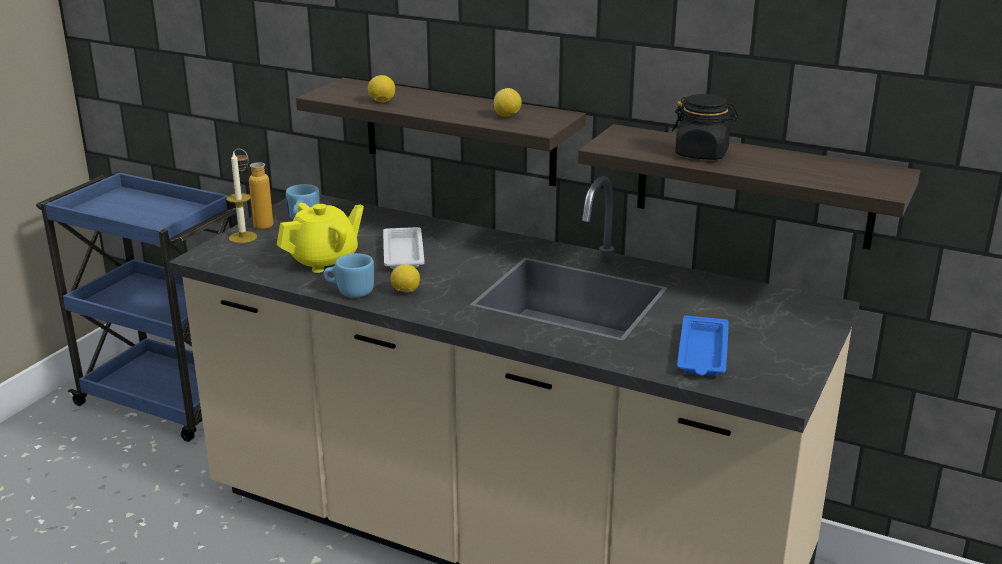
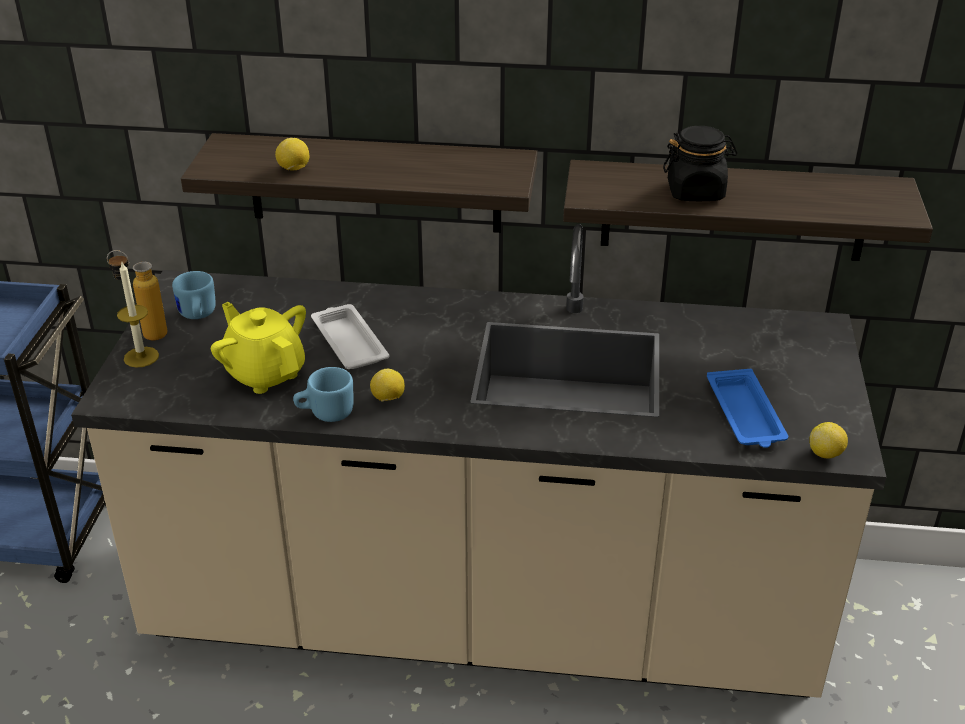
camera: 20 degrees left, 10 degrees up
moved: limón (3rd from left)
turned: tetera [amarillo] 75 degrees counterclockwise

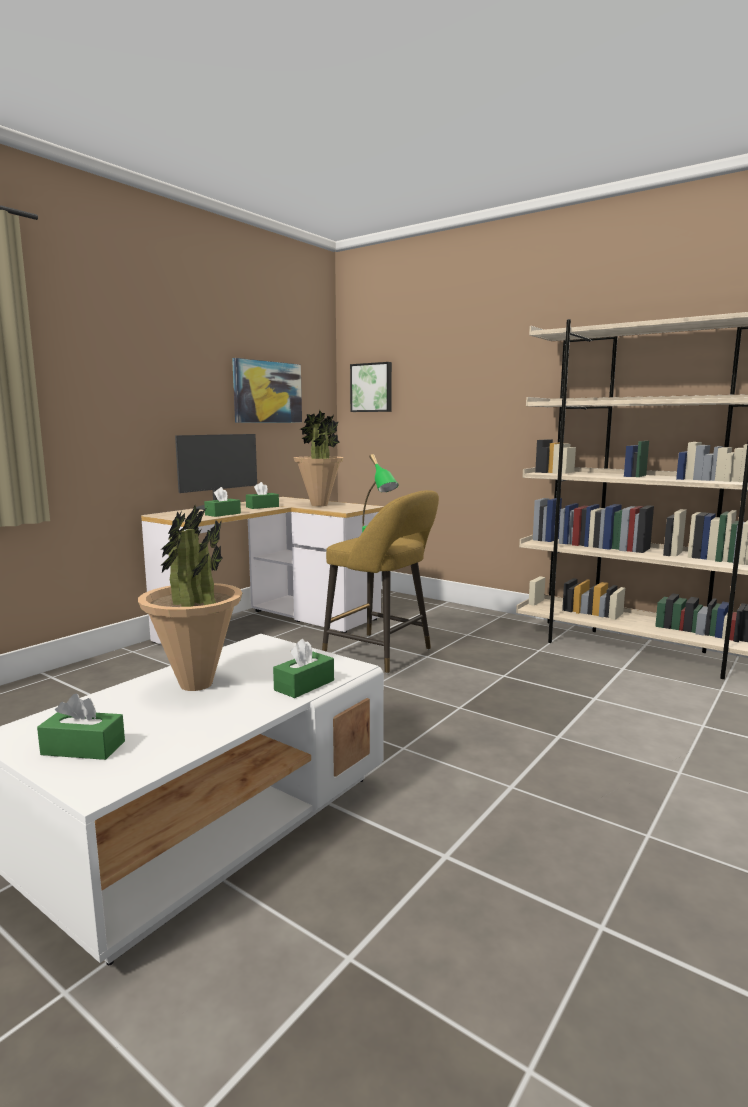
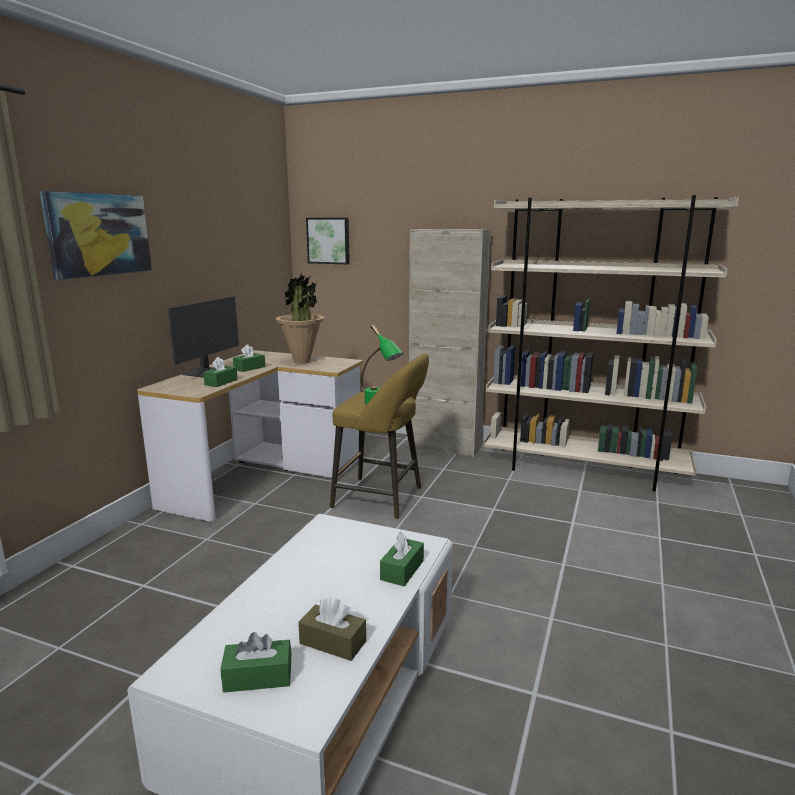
camera: 15 degrees left, 5 degrees up
removed: planta en maceta (1st from left)
added: caja de pañuelos [marrón]; armario [beis]
moved: cuadro (1st from left)

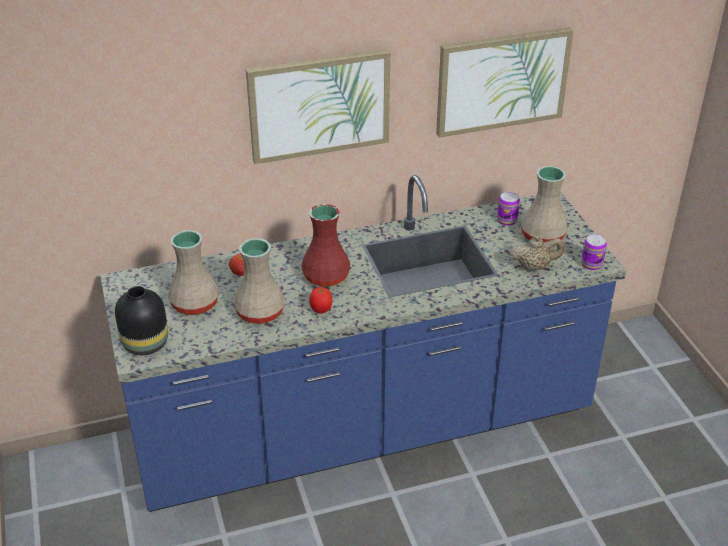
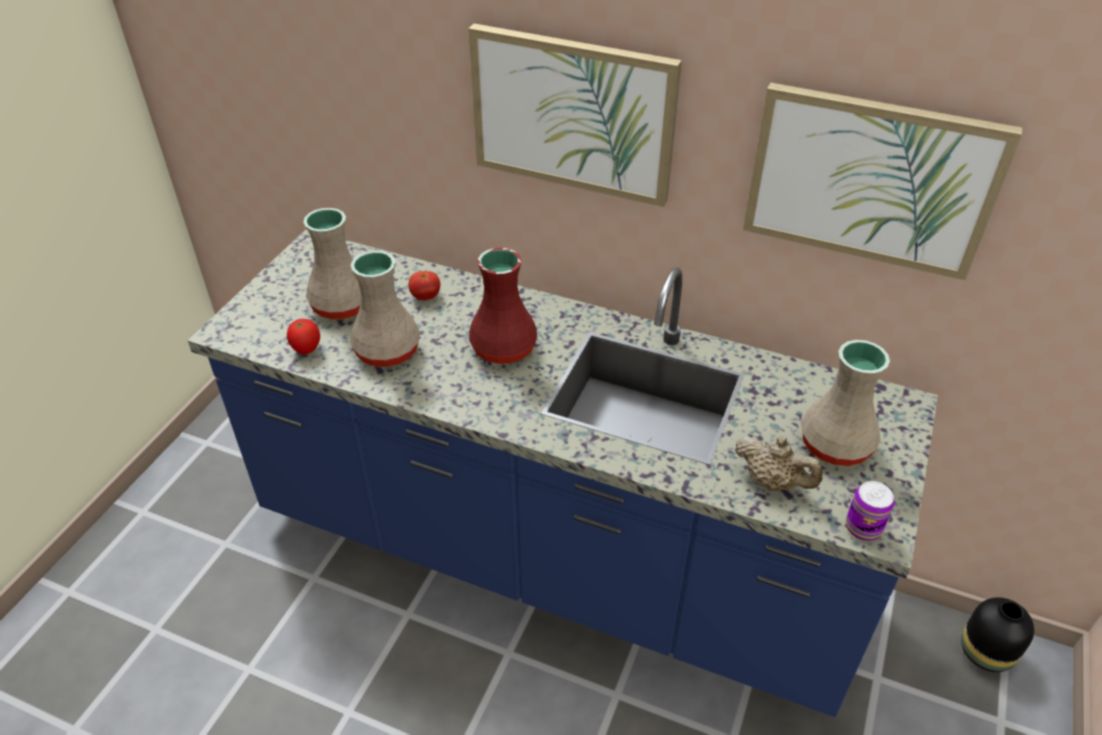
camera: 40 degrees right, 5 degrees up
removed: lata (1st from left)
moved: florero [negro]; tomate (2nd from left in the first image) to tomate (1st from left)

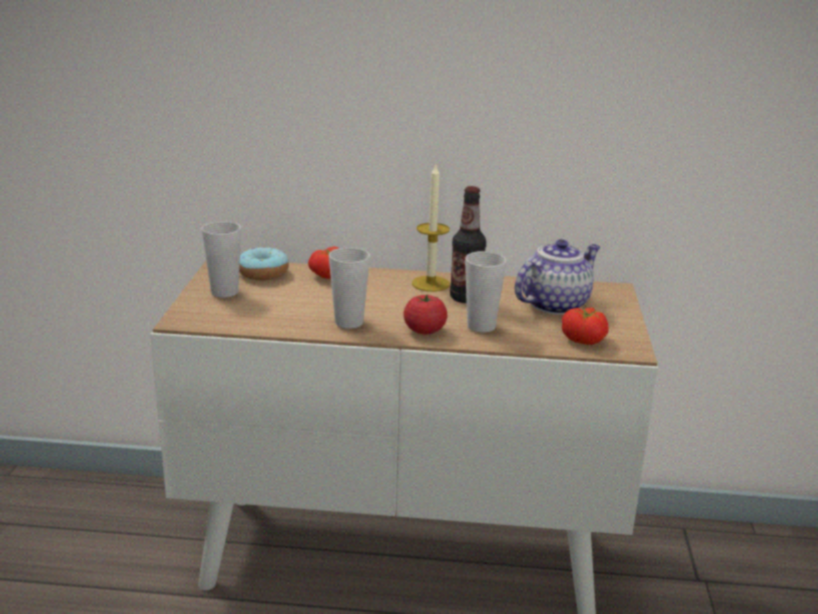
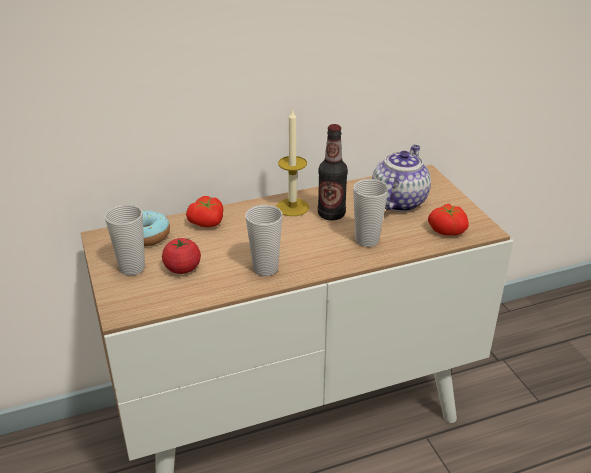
camera: 25 degrees left, 10 degrees up
moved: tomate (2nd from left in the first image) to tomate (1st from left)

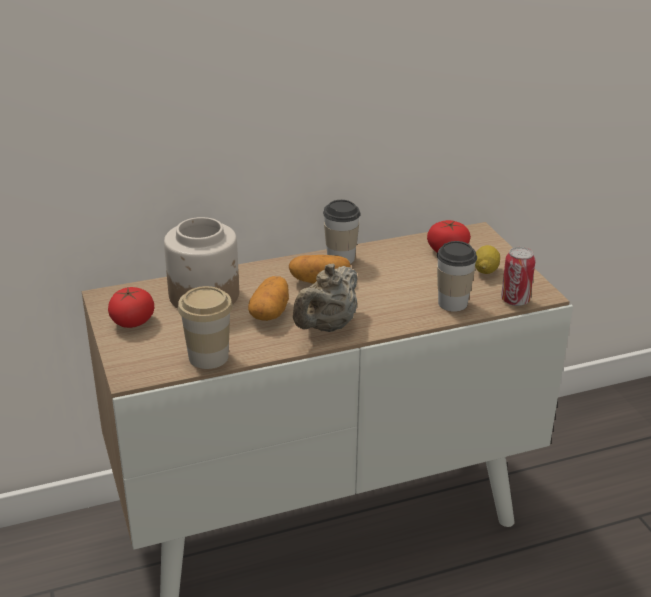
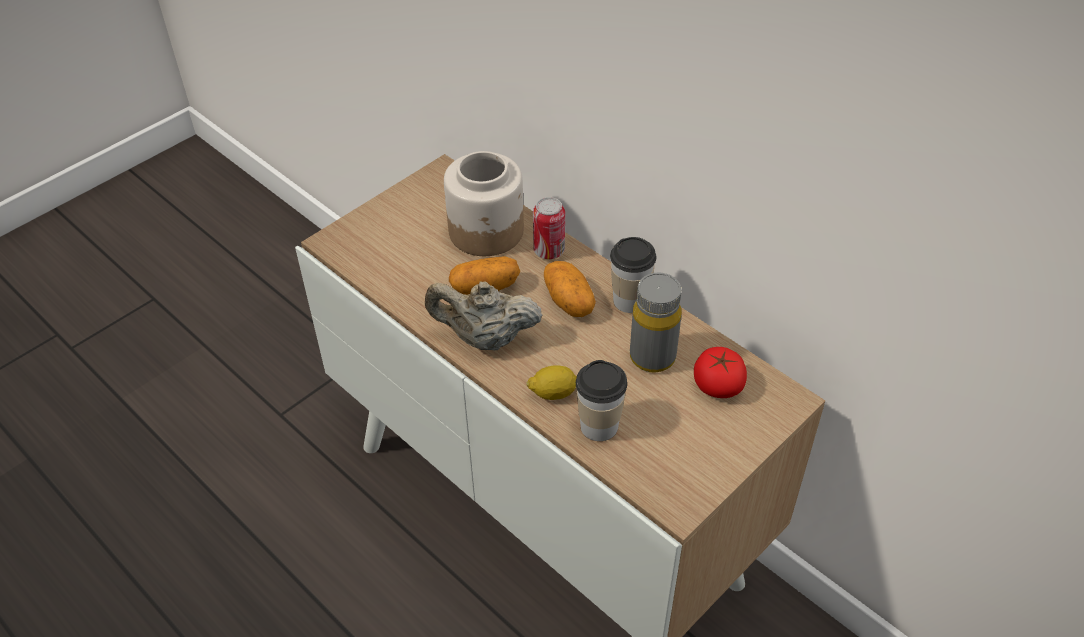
camera: 65 degrees right, 15 degrees up
removed: tomate (1st from left); taza (1st from left)
added: botella [gris]
moved: limón; lata

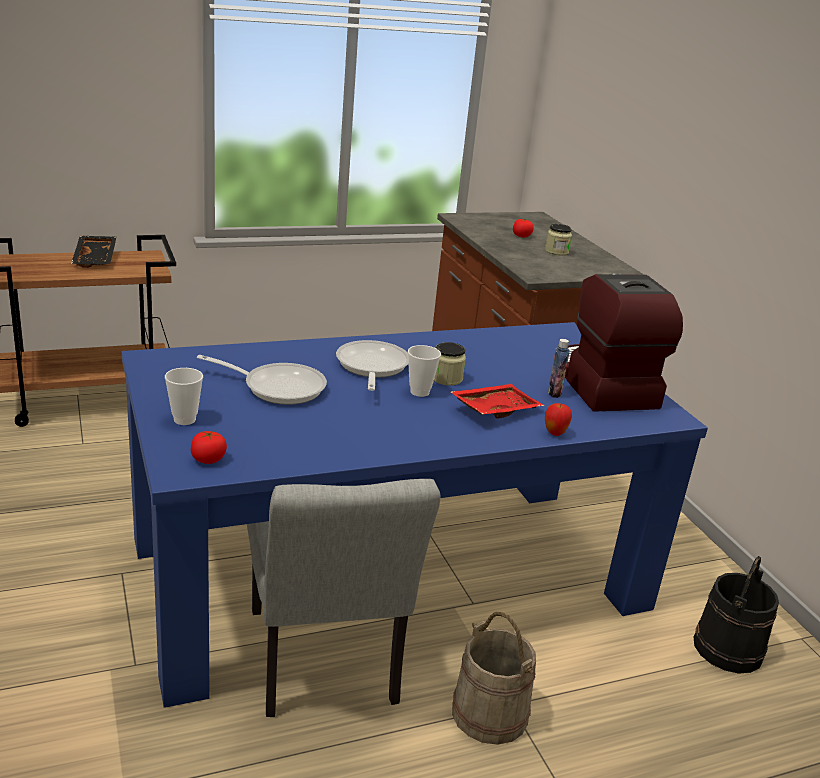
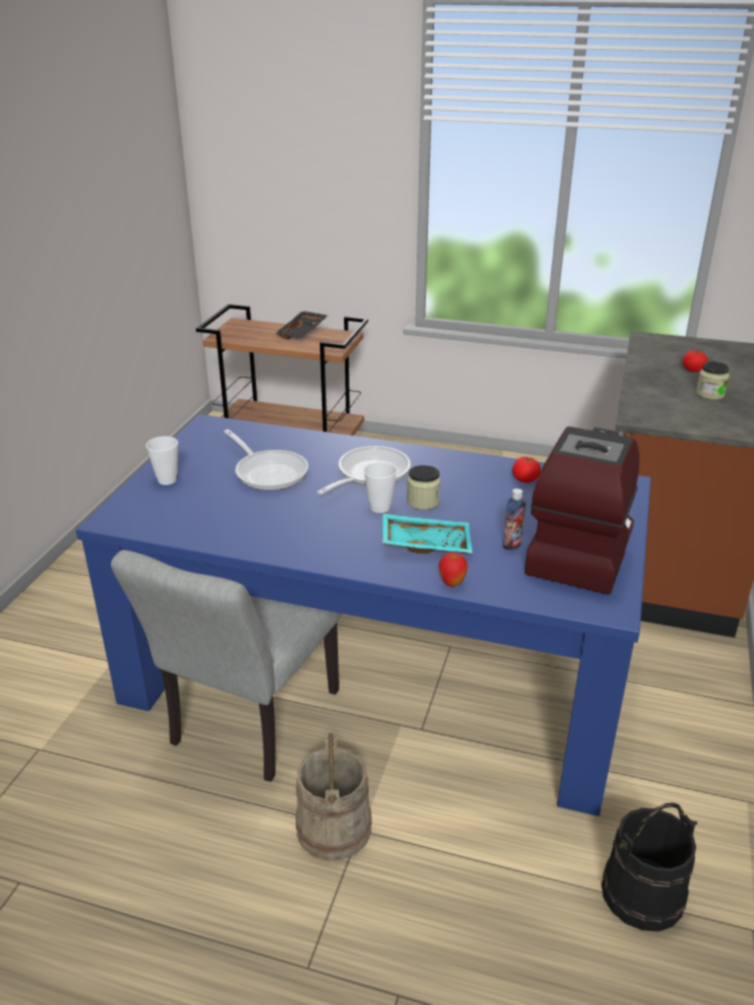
camera: 40 degrees right, 5 degrees up
moved: tomate (1st from left)
recoloured: bandeja [rojo] to bandeja [turquesa]

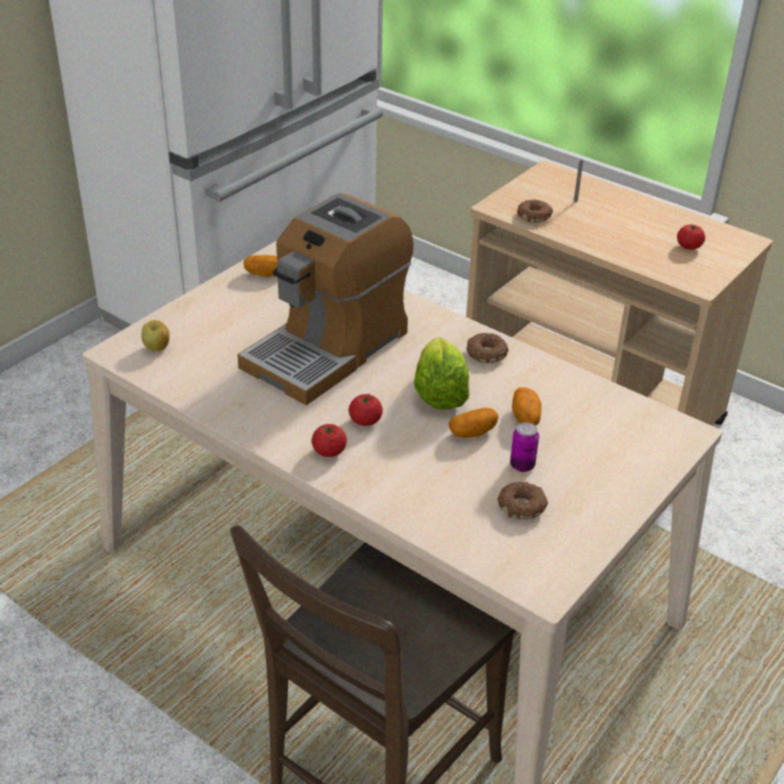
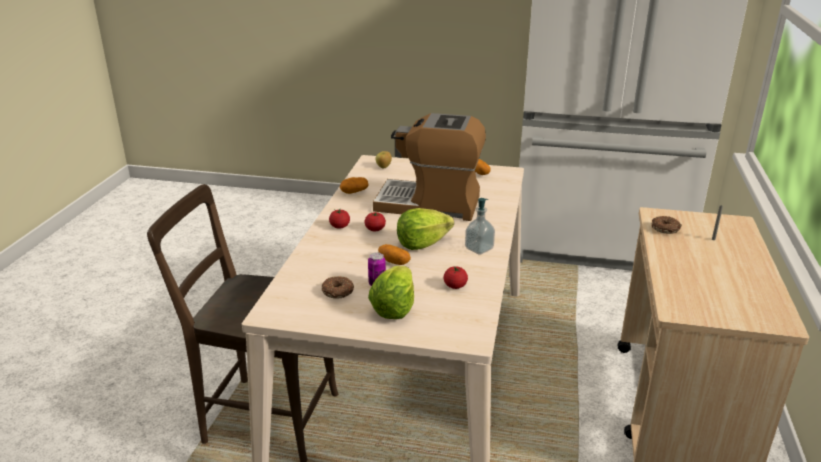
camera: 65 degrees right, 10 degrees down
added: lechuga (1st from left)
moved: patata (3rd from left in the first image) to patata (1st from left); tomate (3rd from left)
replaced: rosquilla (1st from left) to dispensador de jabón

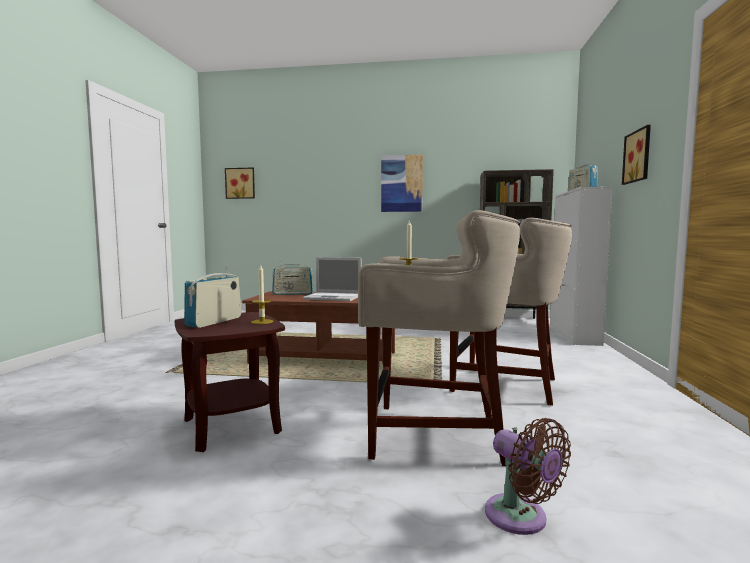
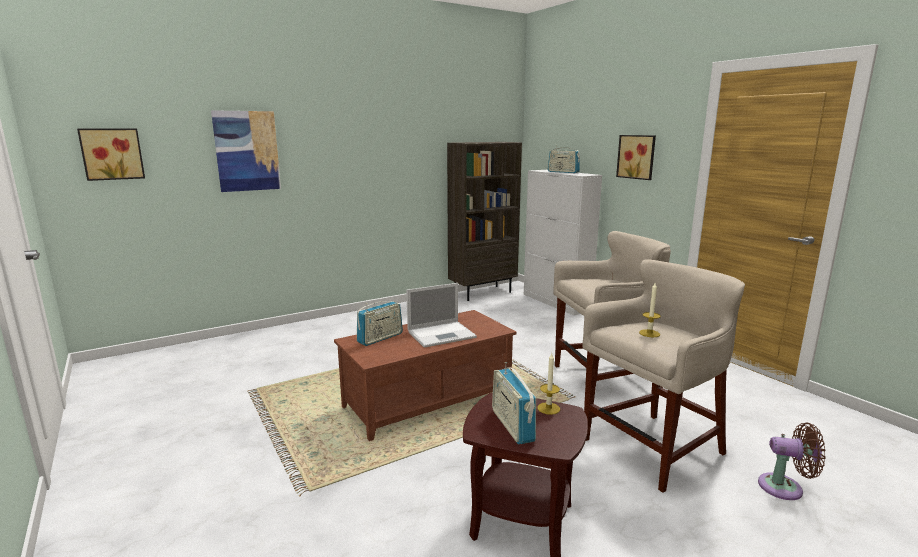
camera: 40 degrees left, 10 degrees up
moved: cuadro (2nd from left)

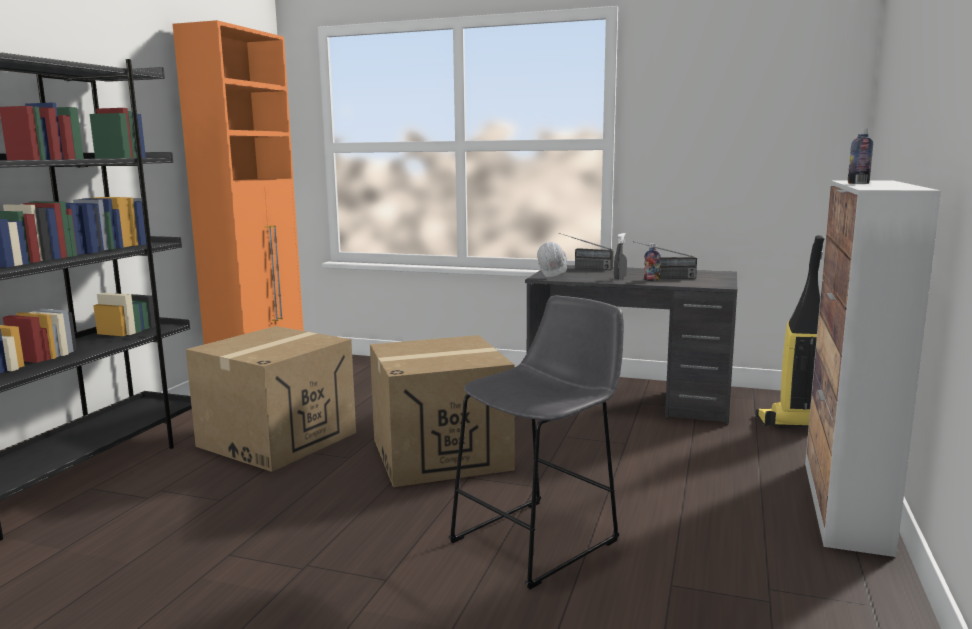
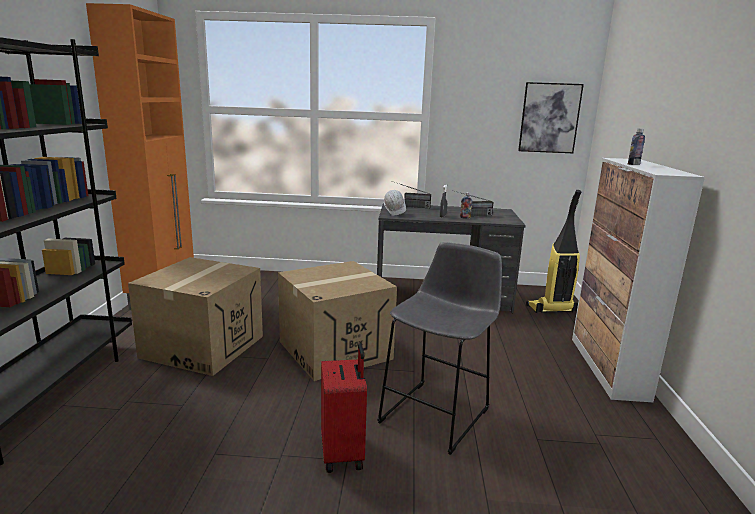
camera: 15 degrees left, 5 degrees up
added: maleta [rojo]; cuadro

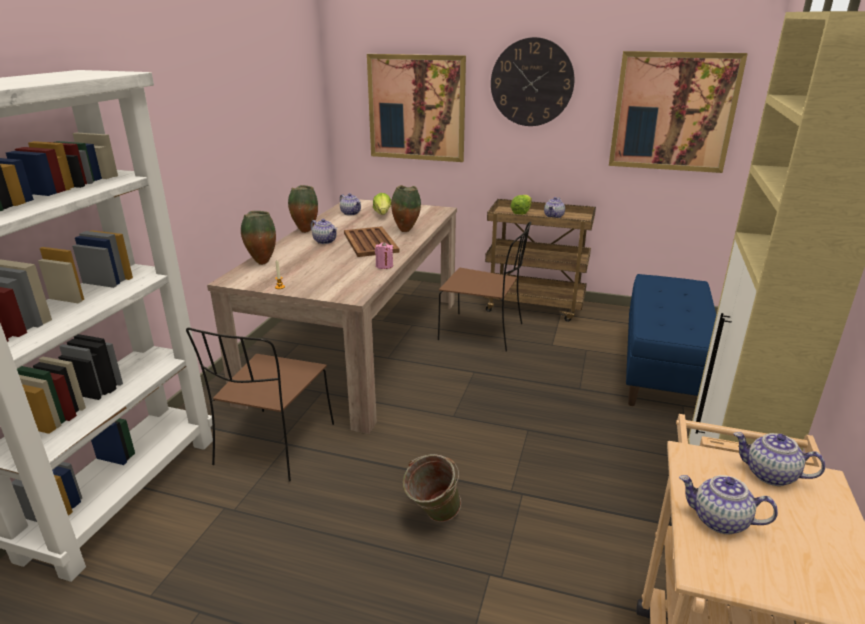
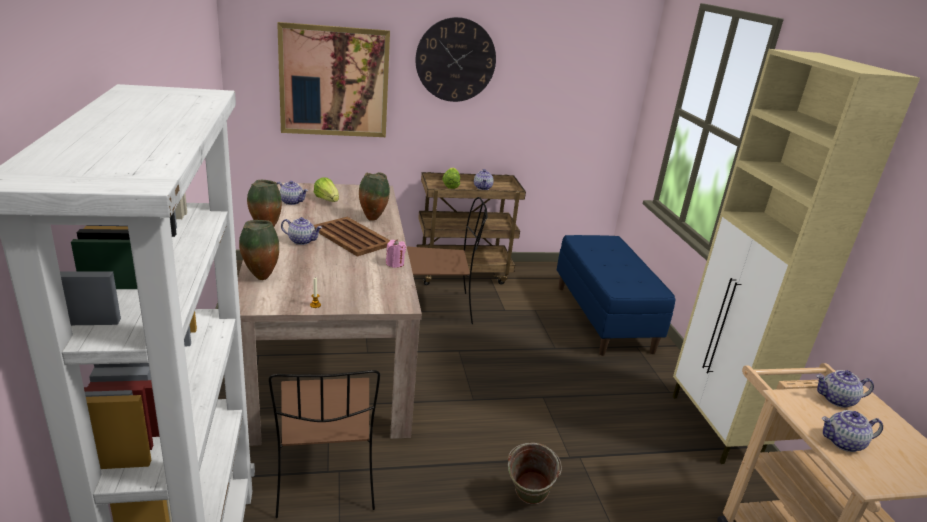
camera: 30 degrees left, 0 degrees up
removed: cuadro (2nd from left)

